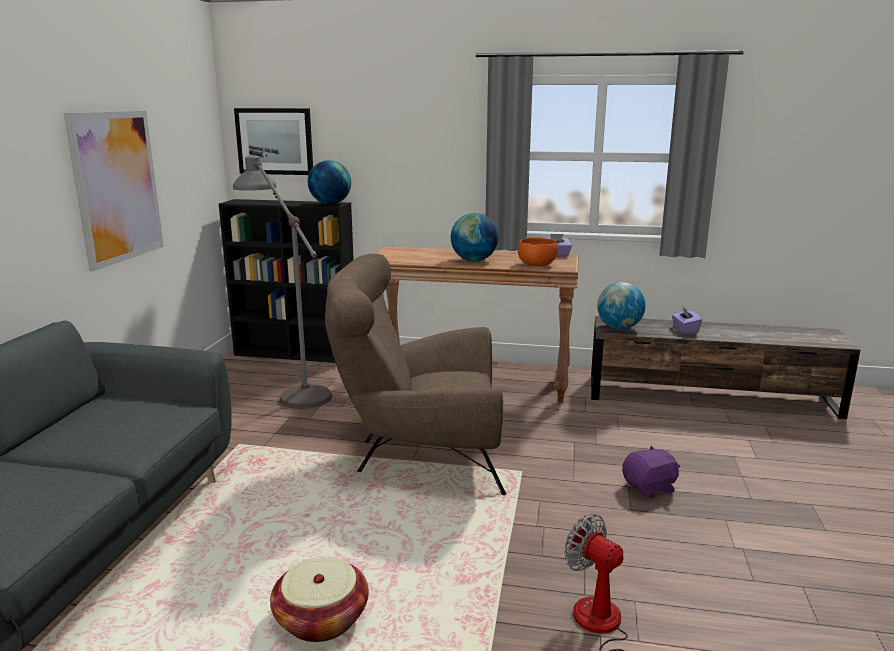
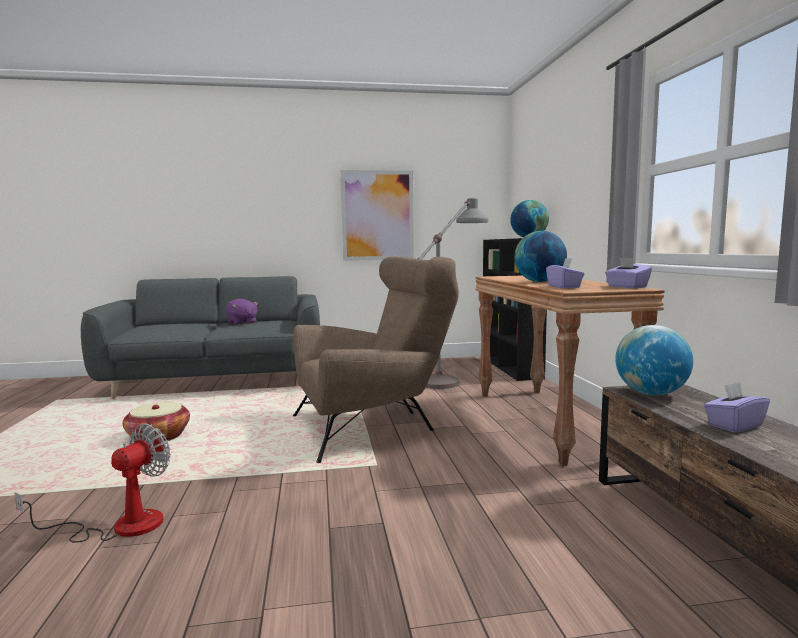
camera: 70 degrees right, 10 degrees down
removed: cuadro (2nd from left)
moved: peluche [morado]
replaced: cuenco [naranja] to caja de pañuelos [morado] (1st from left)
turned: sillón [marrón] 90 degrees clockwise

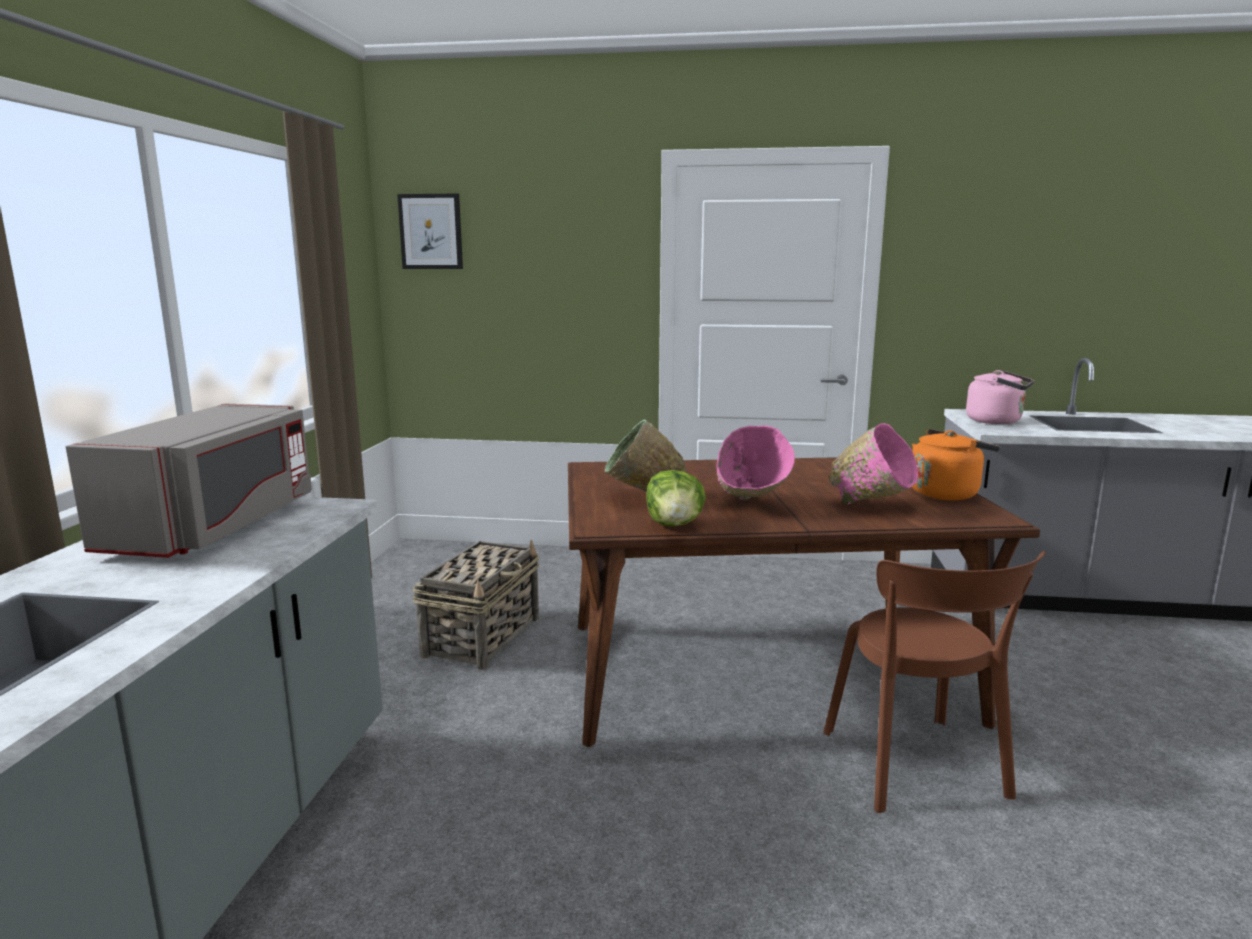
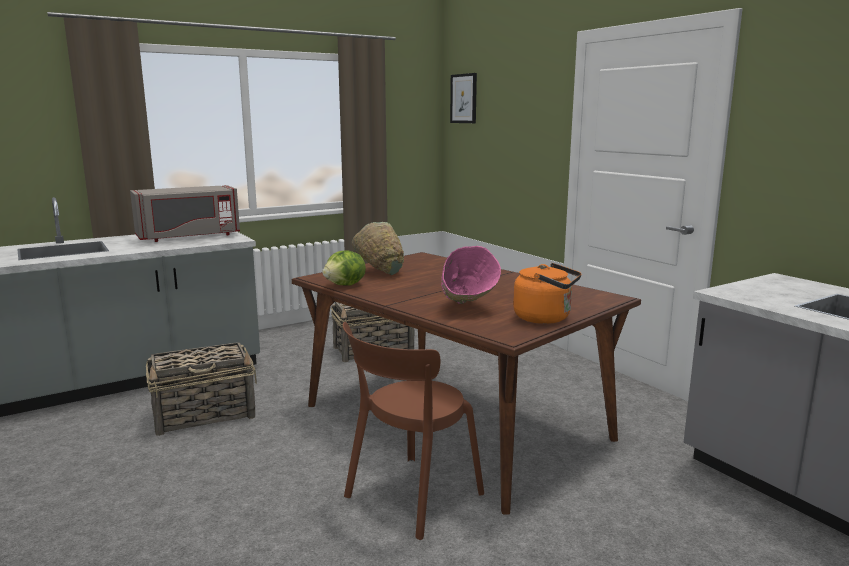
camera: 50 degrees right, 0 degrees up
removed: cuenco [rosa] (1st from left); hervidor [rosa]
added: cesta (1st from left)

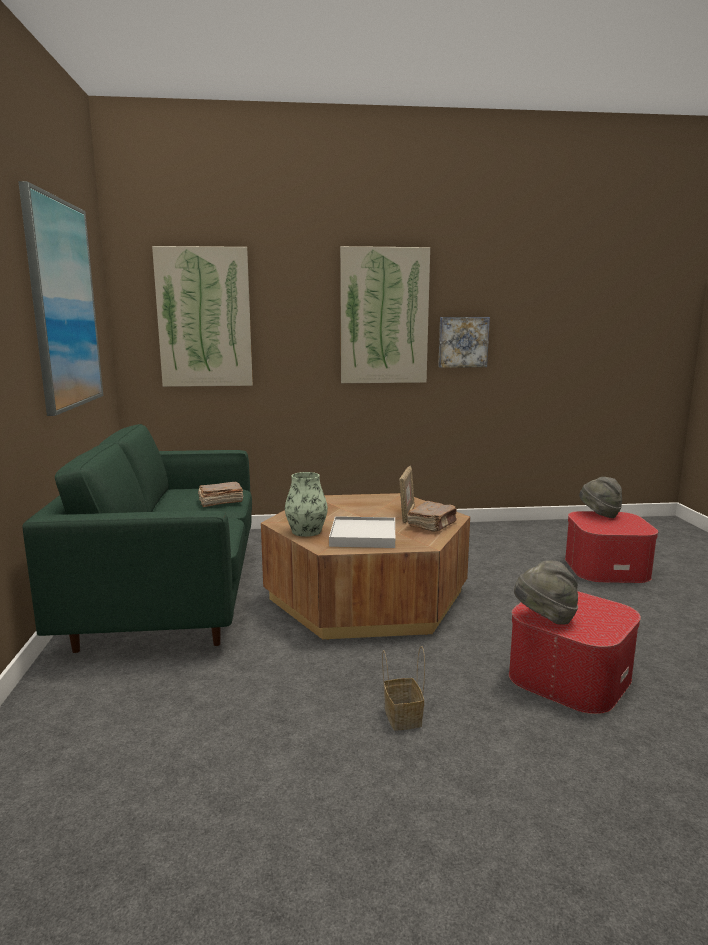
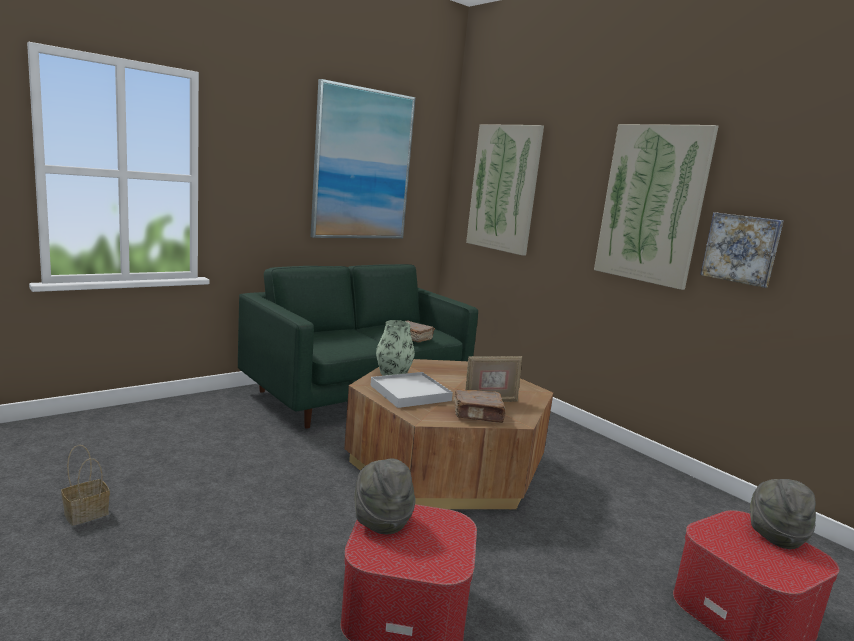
camera: 55 degrees right, 0 degrees up
moved: cesta

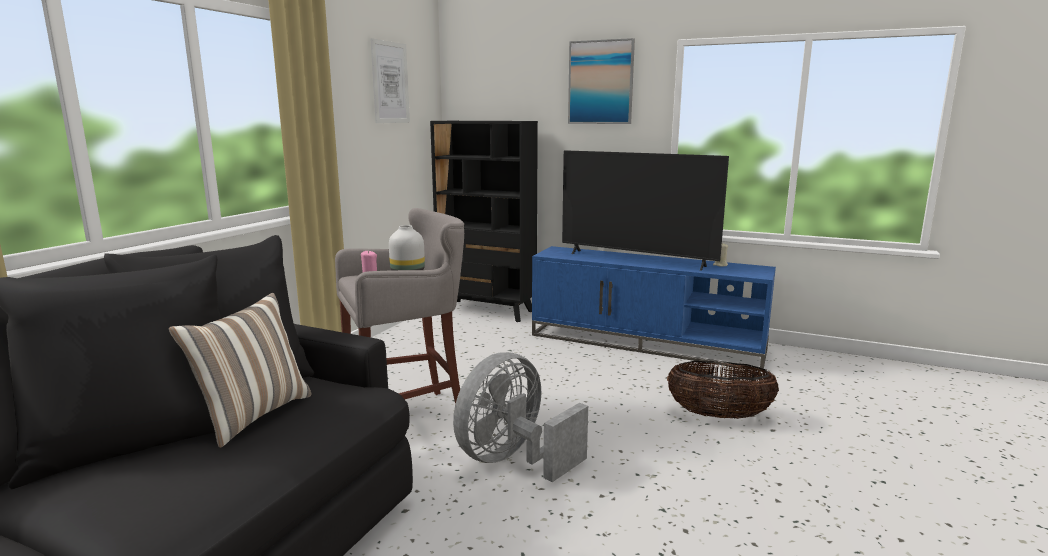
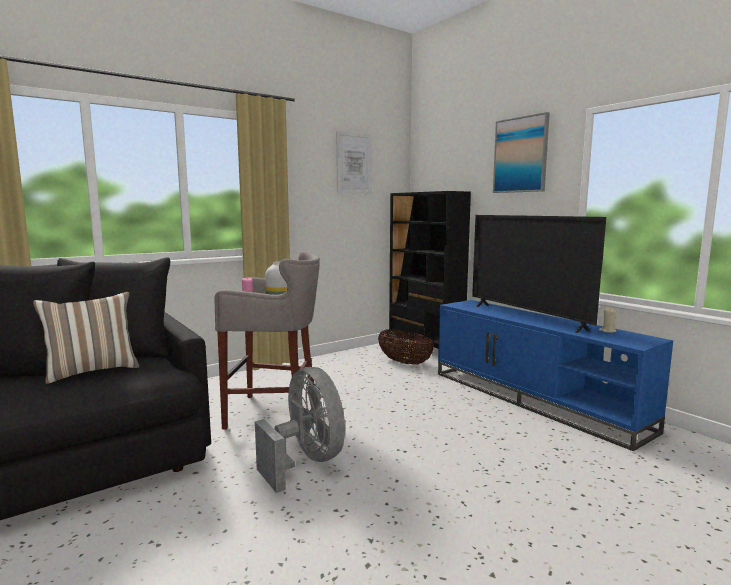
camera: 30 degrees right, 5 degrees down
moved: cesta
turned: ventilador [gris] 75 degrees clockwise

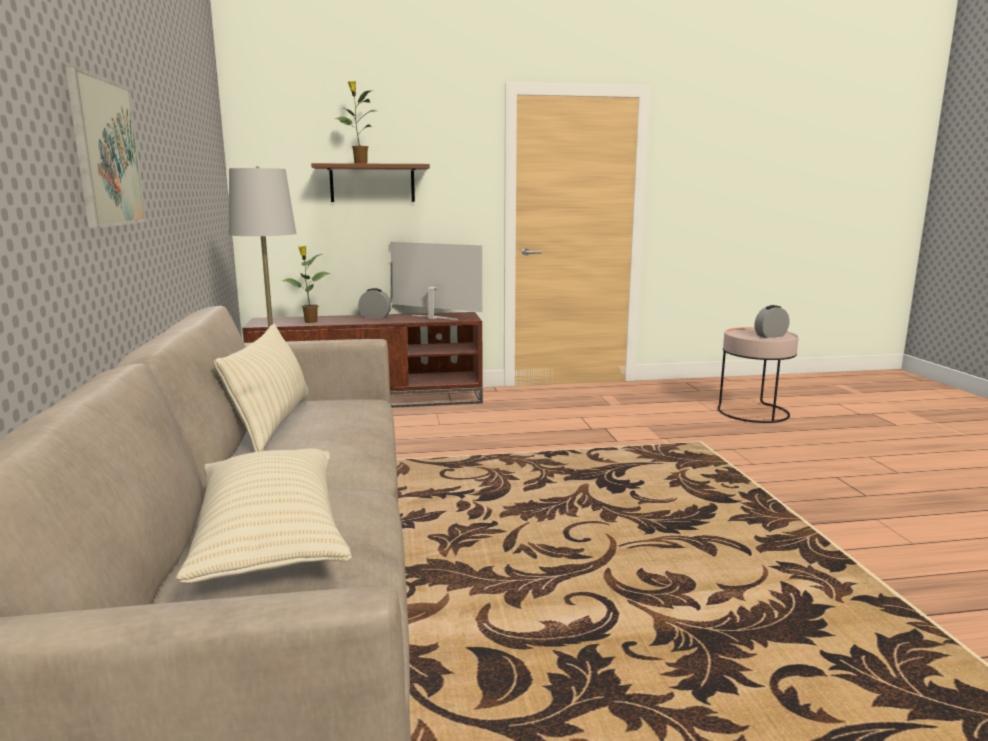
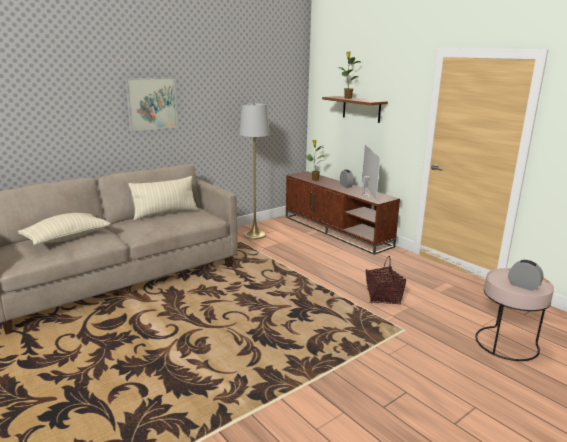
camera: 60 degrees right, 5 degrees up
added: cesta

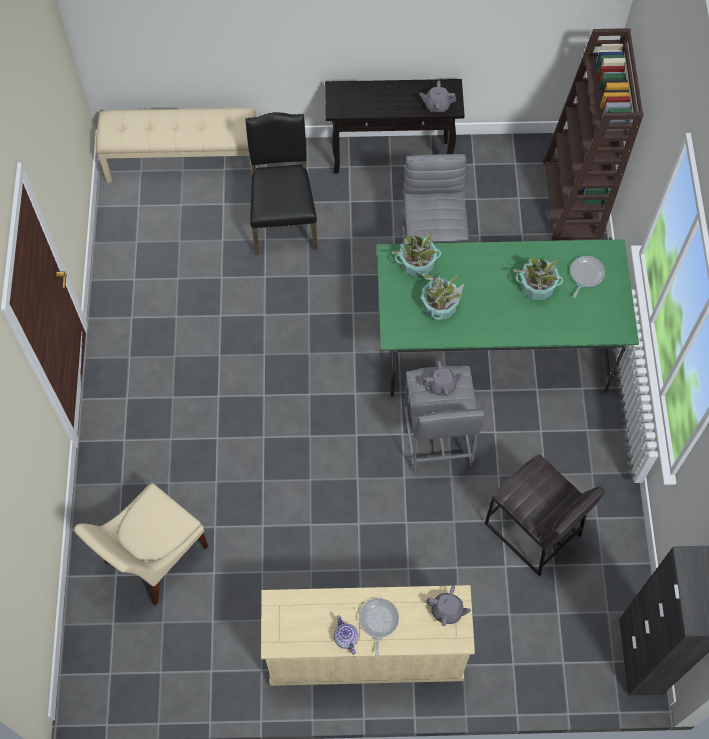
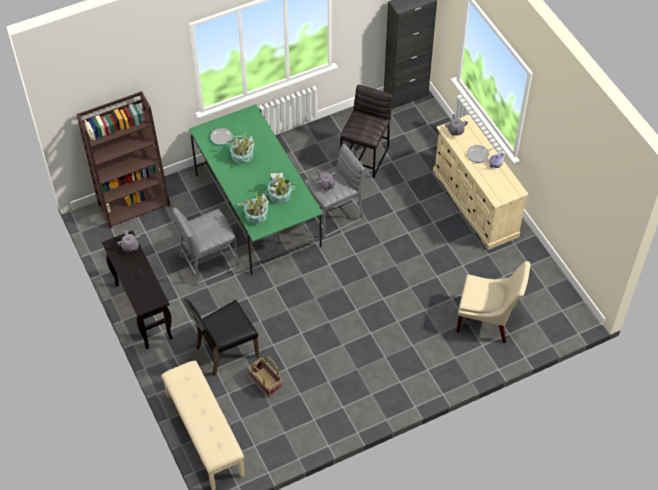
camera: 115 degrees left, 10 degrees down
added: cesta

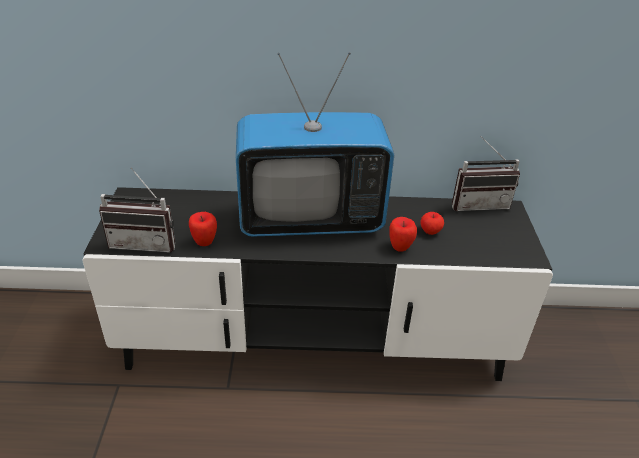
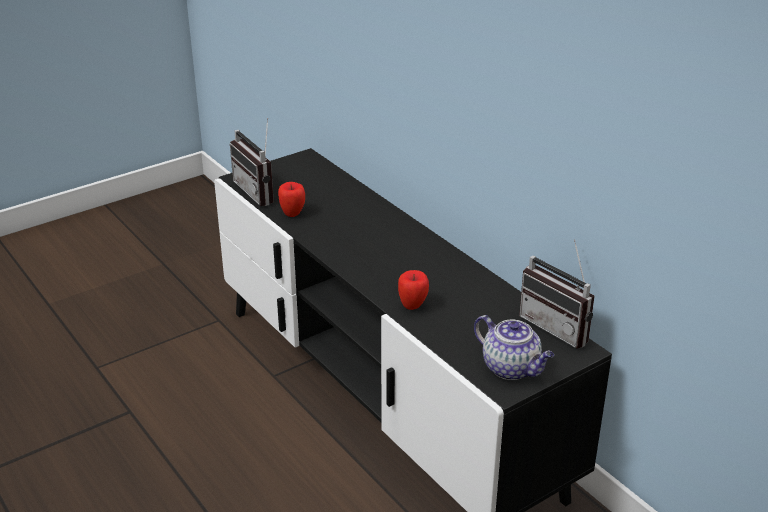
camera: 55 degrees right, 5 degrees down
removed: televisor; manzana (3rd from left)
added: tetera

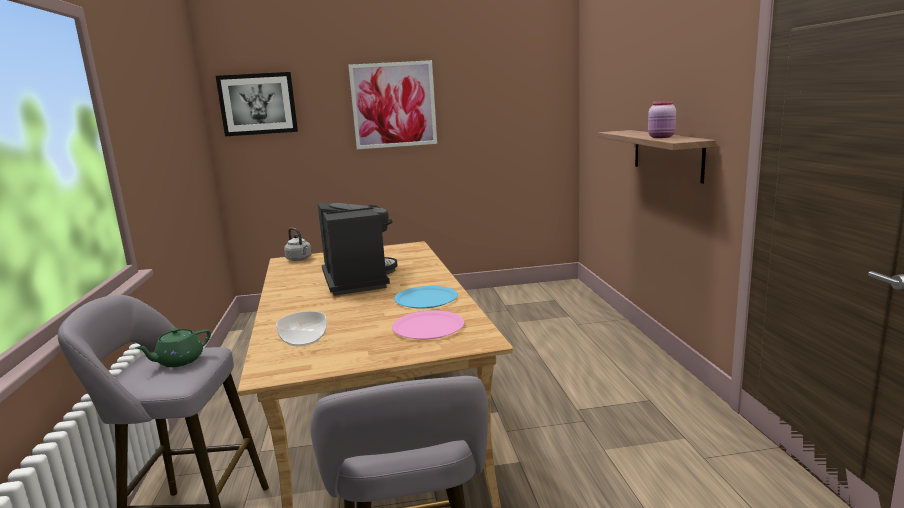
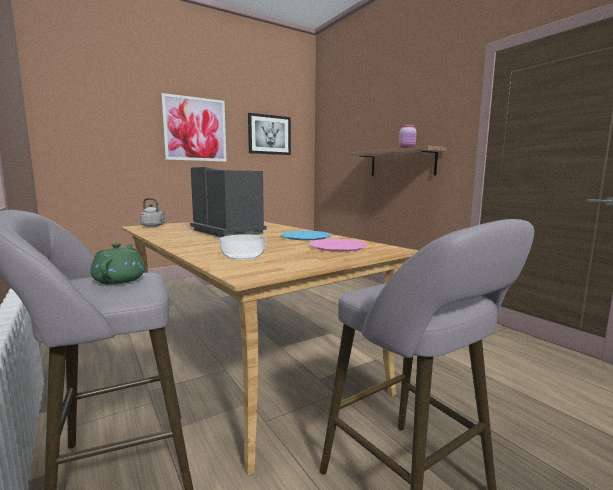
camera: 25 degrees left, 5 degrees down
moved: cuadro (1st from left in the first image) to cuadro (2nd from left)
turned: tetera [verde] 150 degrees clockwise

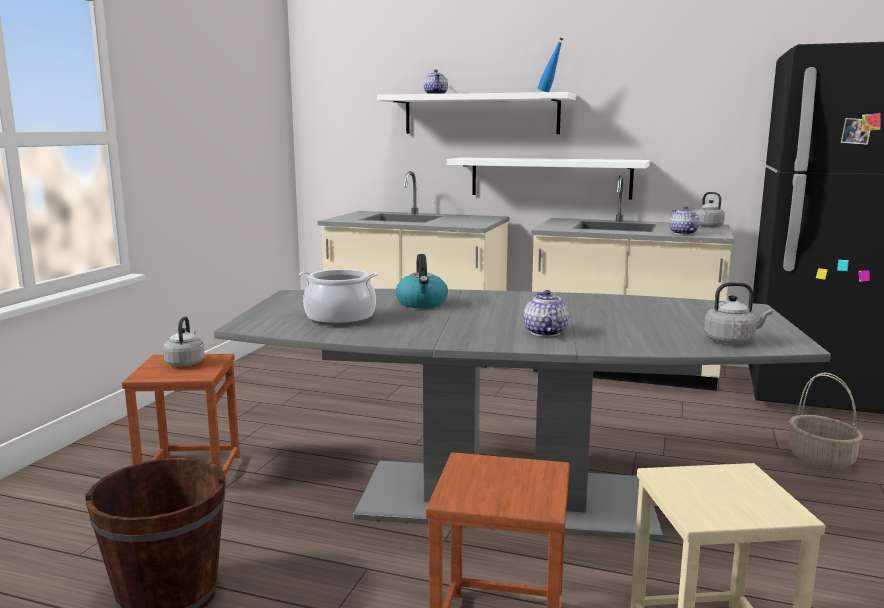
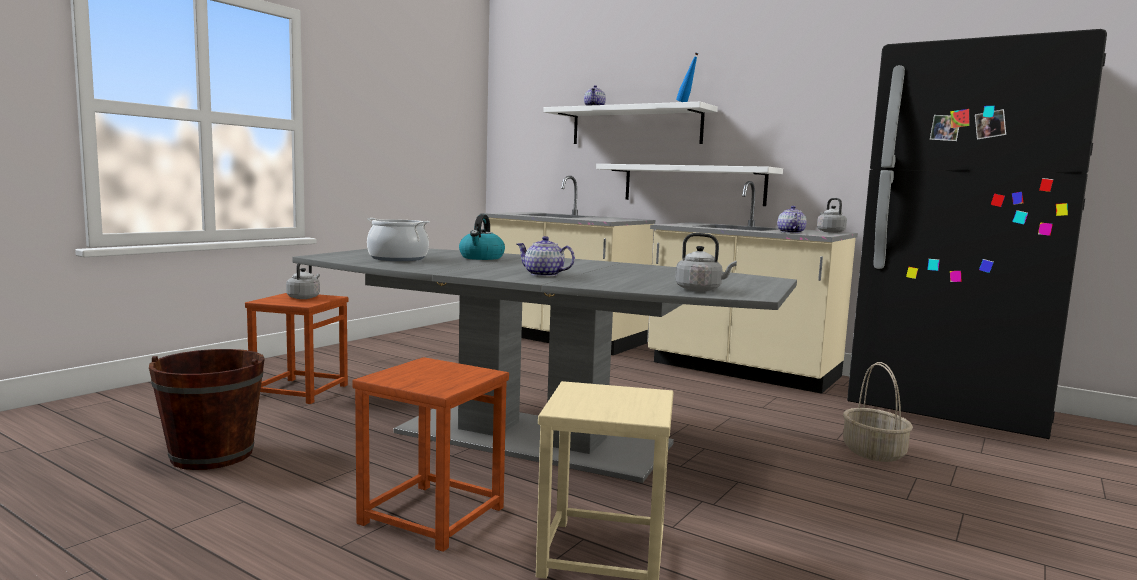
camera: 15 degrees right, 5 degrees down
turned: tetera (2nd from left in the first image) 75 degrees counterclockwise

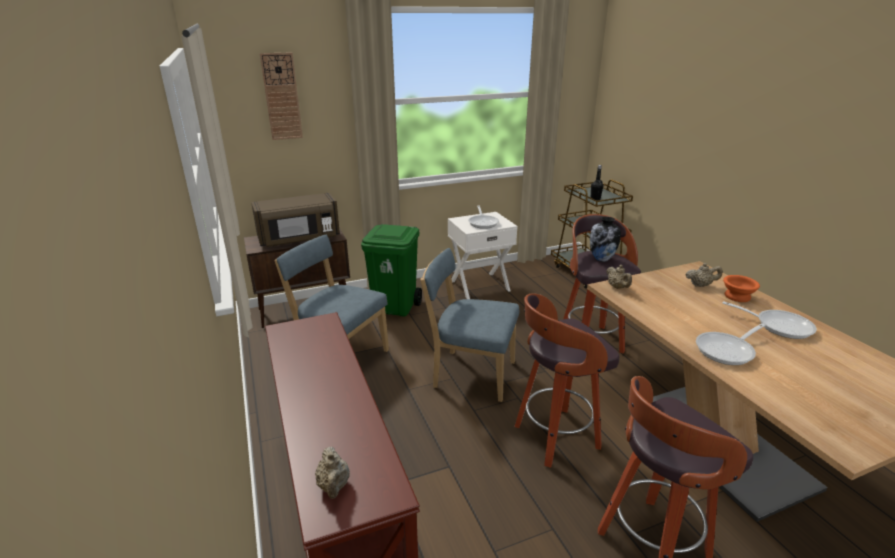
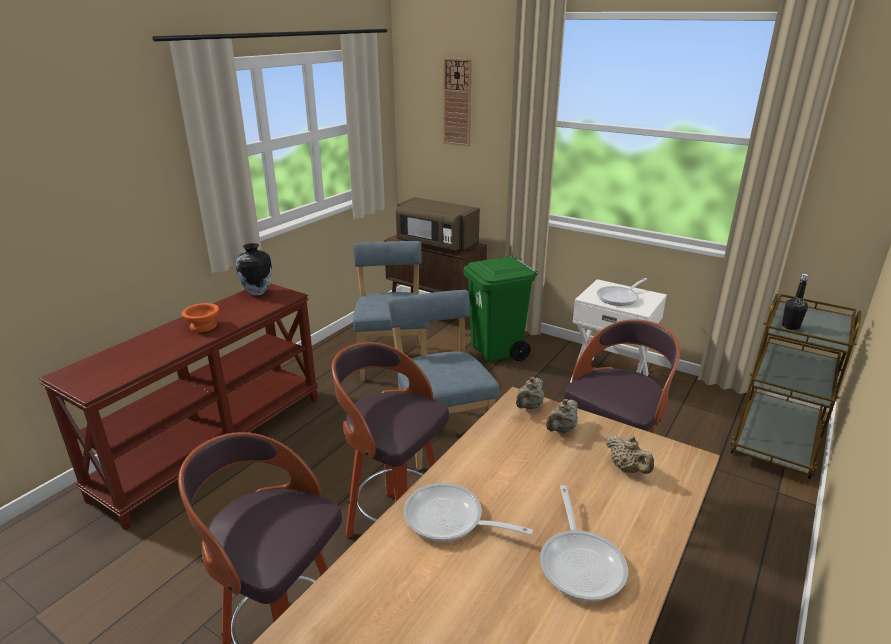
camera: 55 degrees right, 0 degrees up
moved: tetera [beis] (1st from left in the first image) to tetera [beis] (2nd from left); florero; cuenco [naranja]

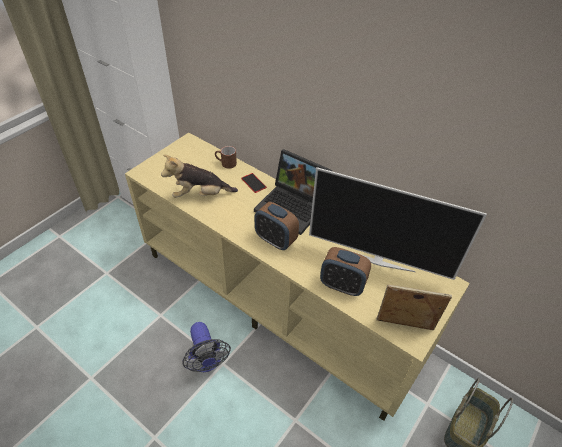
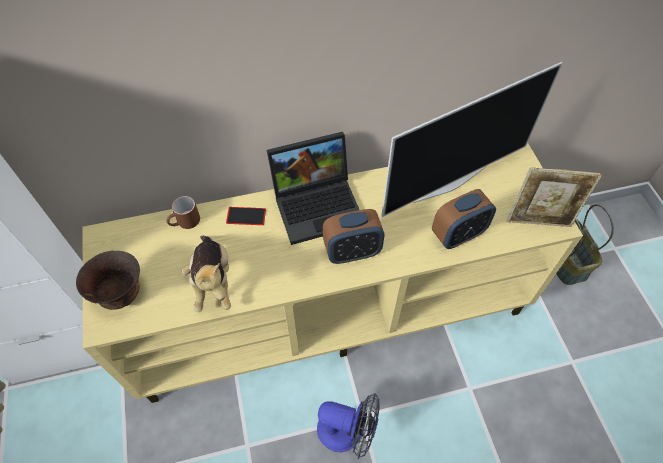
camera: 50 degrees left, 10 degrees up
added: cuenco [marrón]
turned: peluche 45 degrees counterclockwise; portarretratos 135 degrees counterclockwise

